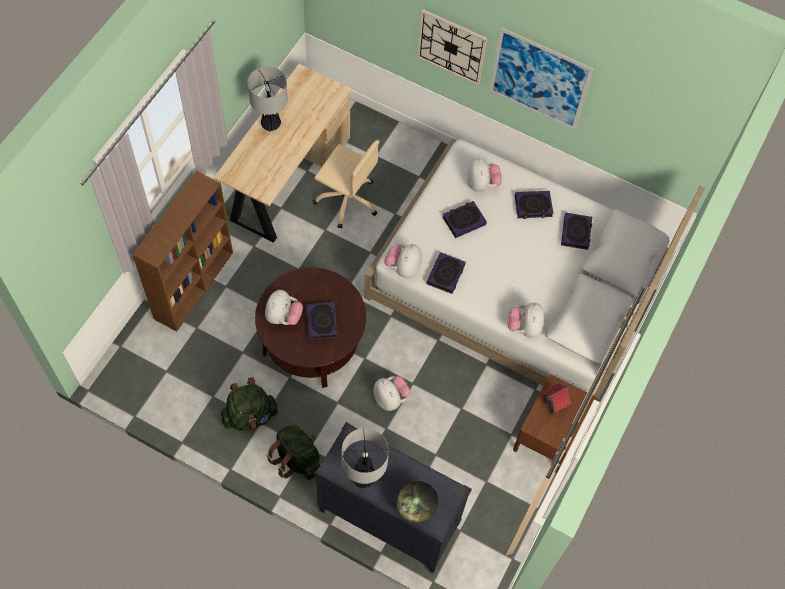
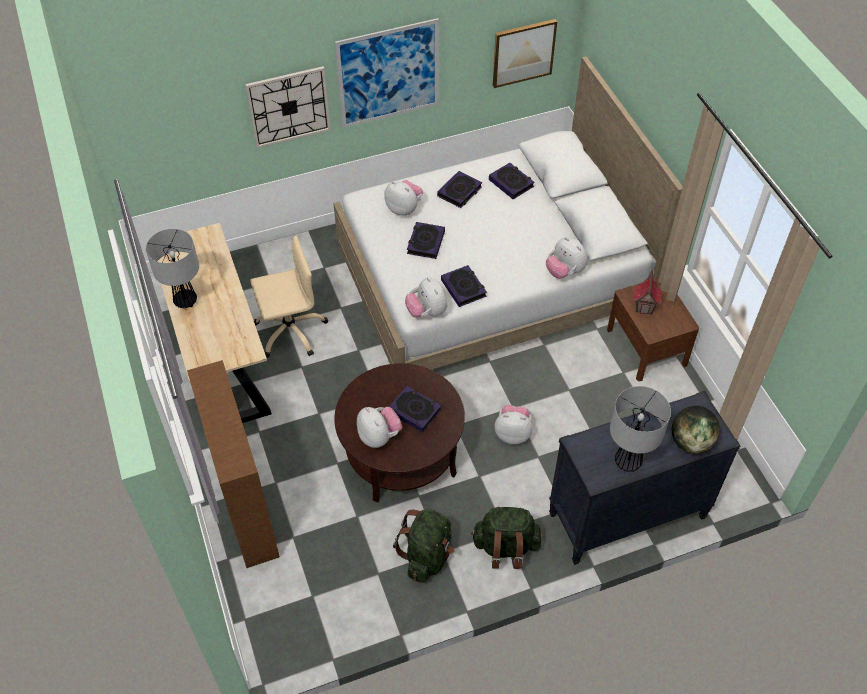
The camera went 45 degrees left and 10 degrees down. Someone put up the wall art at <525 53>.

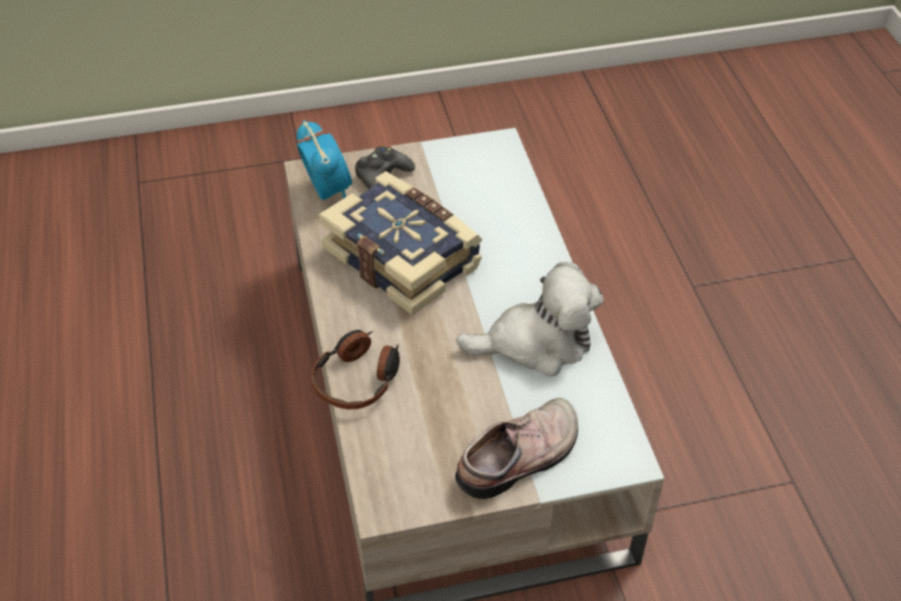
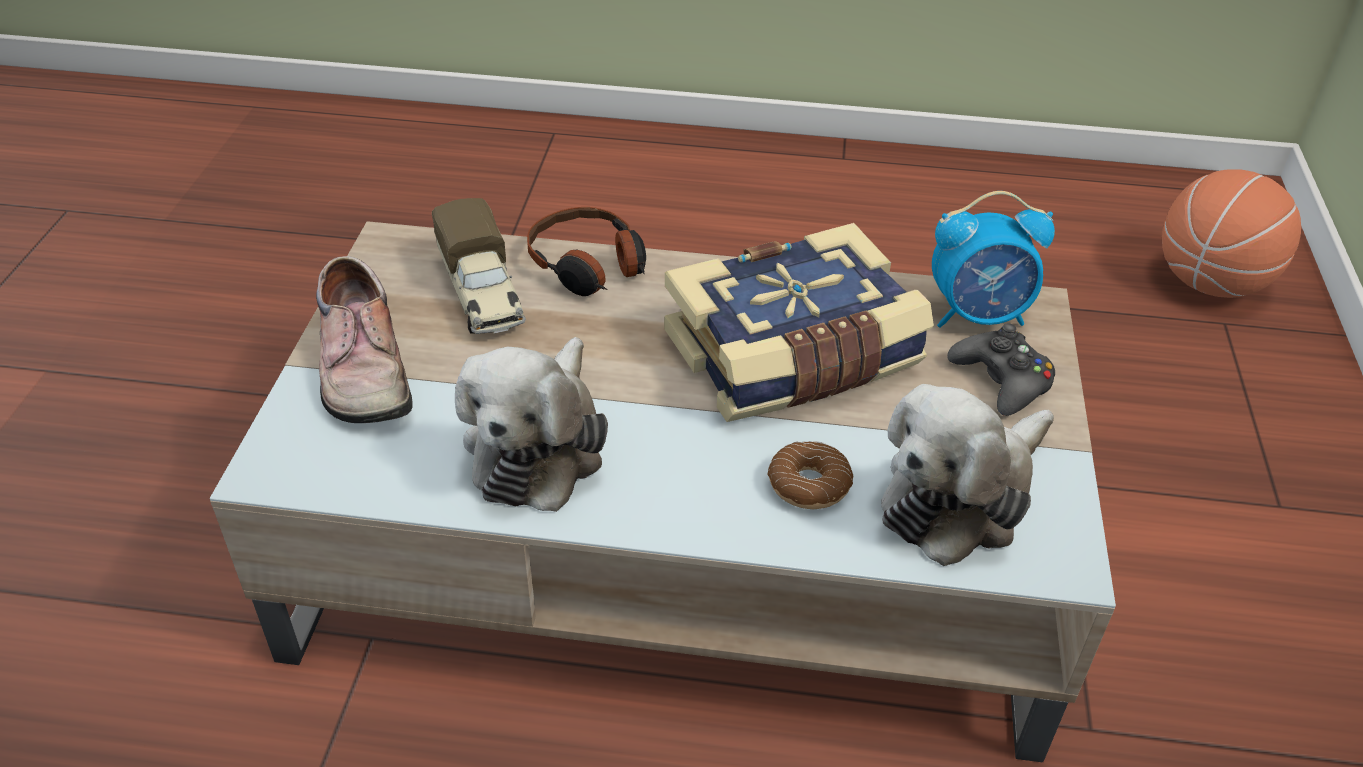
The camera went 110 degrees right and 5 degrees down. Someone put down the basketball at <1231 233>. Someone put down the toy truck at <479 266>. Someone put down the plush toy at <967 475>. Someone put down the doughnut at <810 475>.

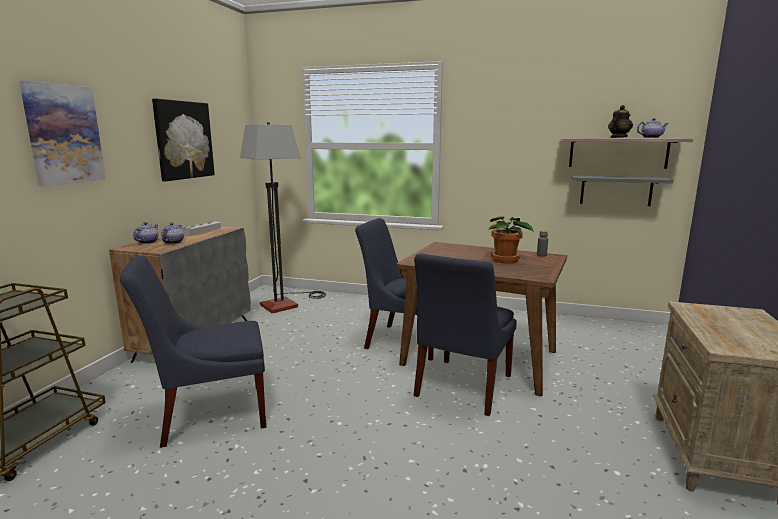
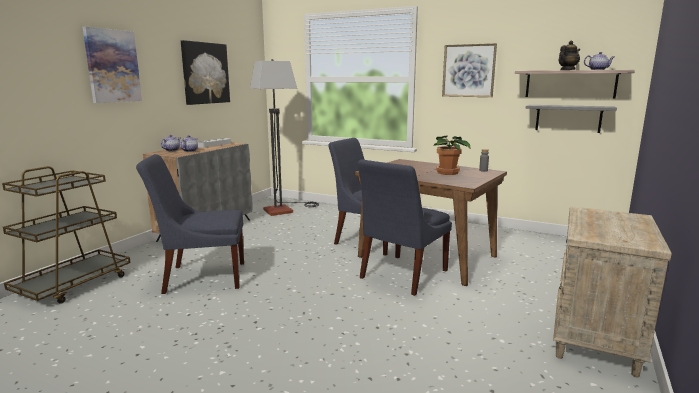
The camera went 10 degrees right and 0 degrees up. Someone put up the wall art at <469 70>.

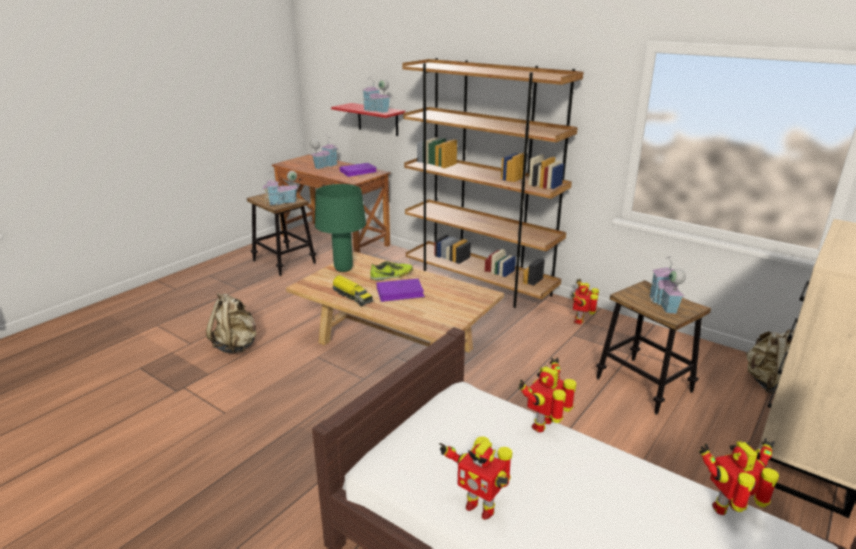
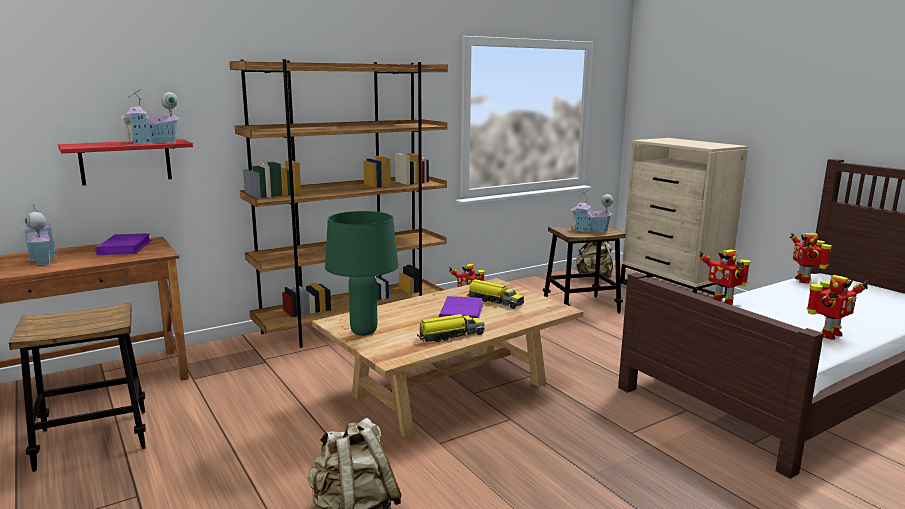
The camera went 70 degrees left and 10 degrees down. Someone took away the model house at <280 187>. Someone took away the shoe at <391 271>. Someone put down the toy truck at <495 294>.

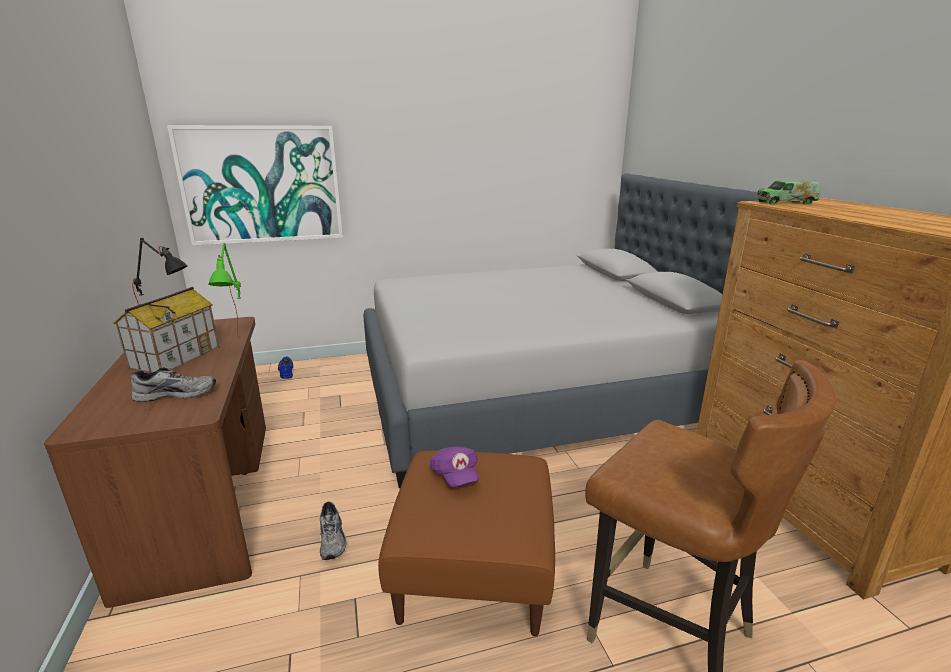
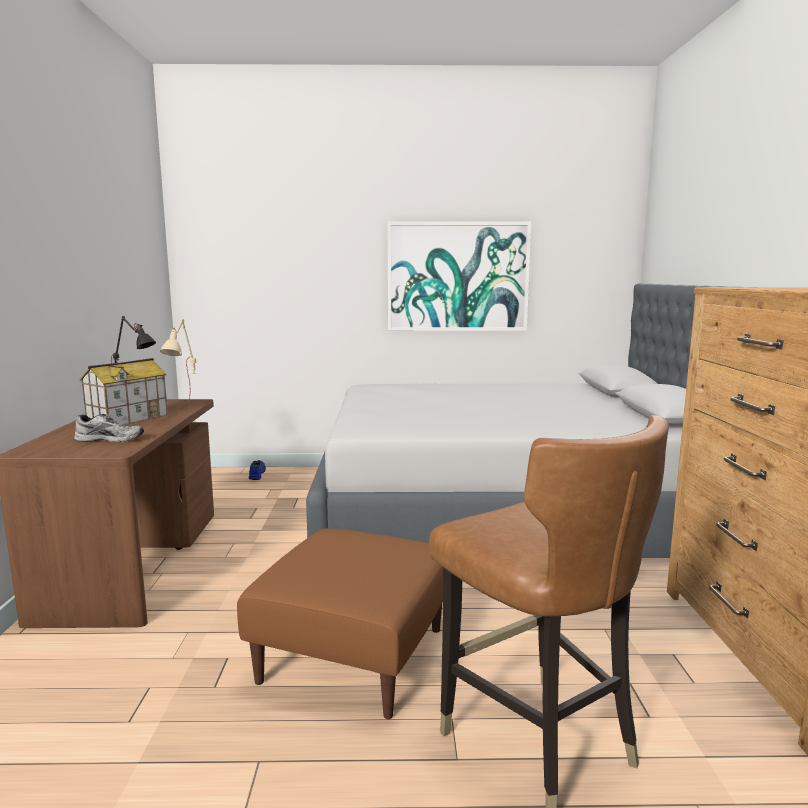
The camera went 15 degrees right and 10 degrees down. Someone carried the wall art from <255 185> to <459 276>. Someone took away the toy truck at <788 192>. Someone repainted the green lamp for a table at <224 290>, which became the beige lamp for a table at <178 364>. Someone took away the purplish peaked cap at <454 466>. Someone took away the greyish shoe at <333 530>.

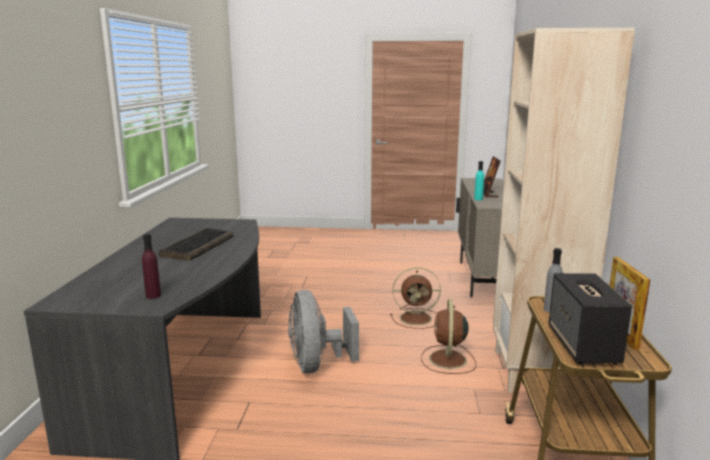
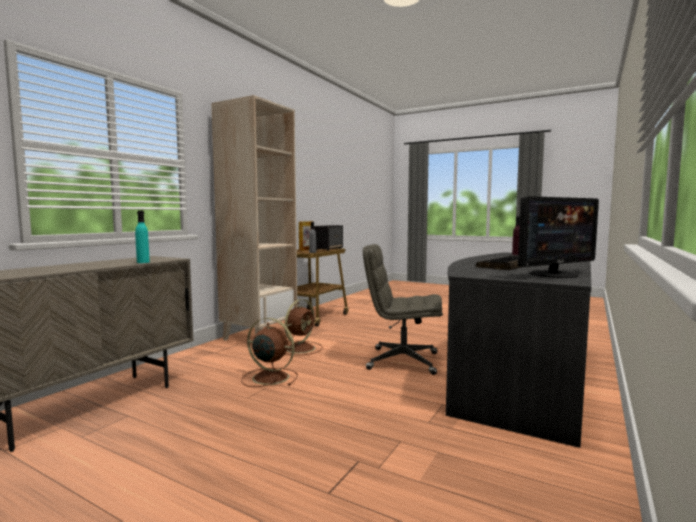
The camera went 155 degrees left and 10 degrees down. Someone took away the standing frame at <492 177>. Someone swapped the greyish fan at <323 331> for the greyish desk chair at <403 309>. Someone put down the computer screen at <558 237>.

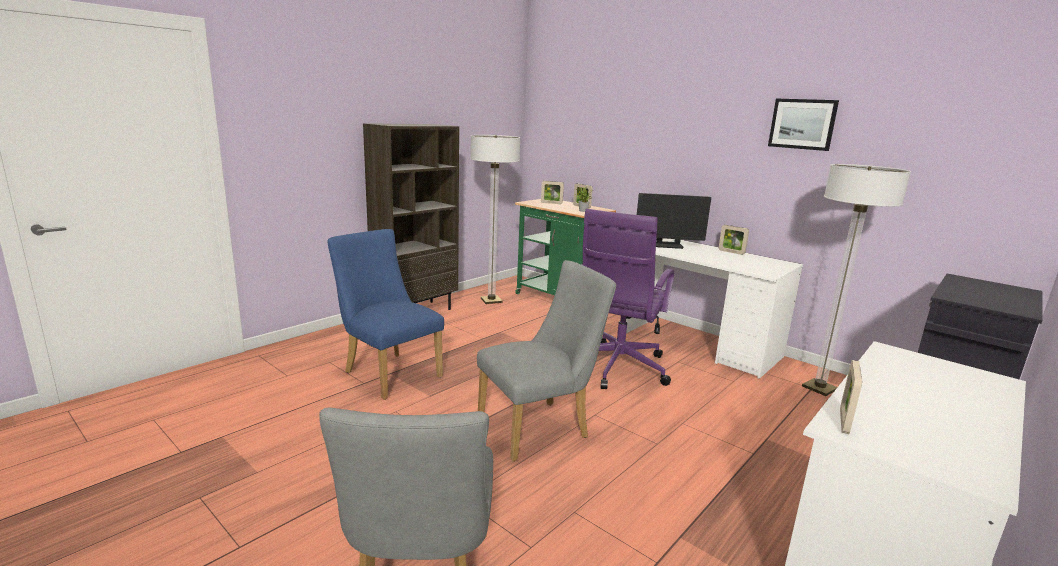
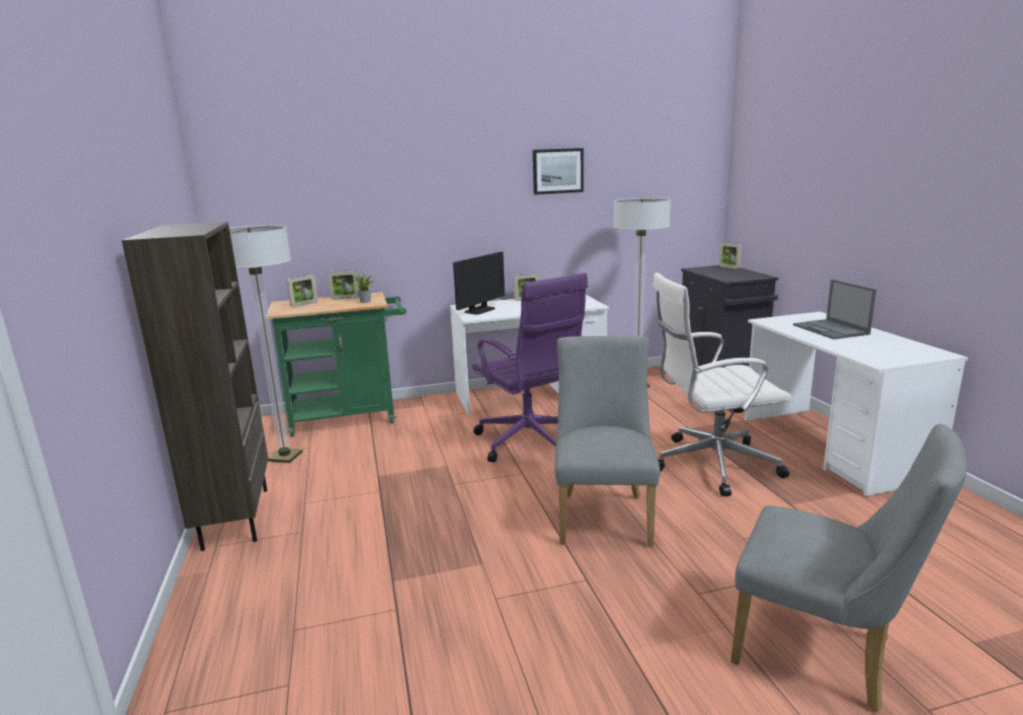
The camera went 55 degrees left and 0 degrees up. Someone took away the blue-coloured chair at <385 314>. Someone carried the standing frame from <851 397> to <730 255>. Someone put down the whitish desk chair at <721 384>. Someone put down the laptop at <834 309>.

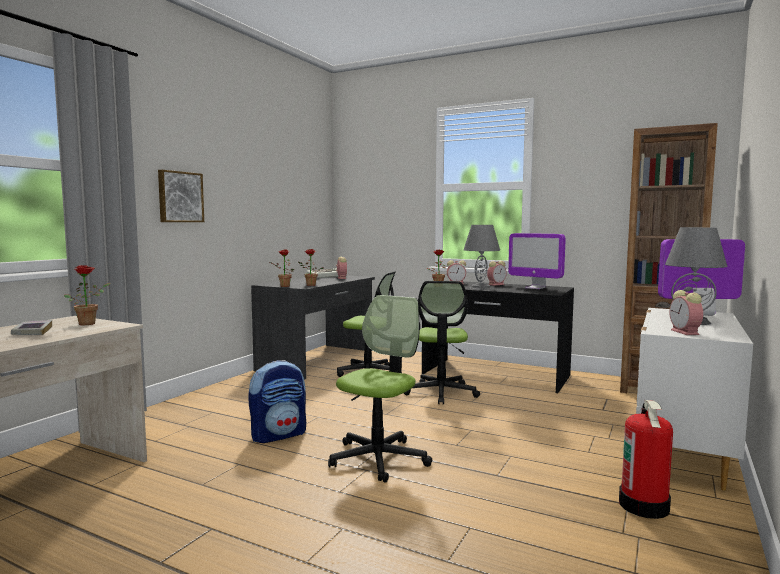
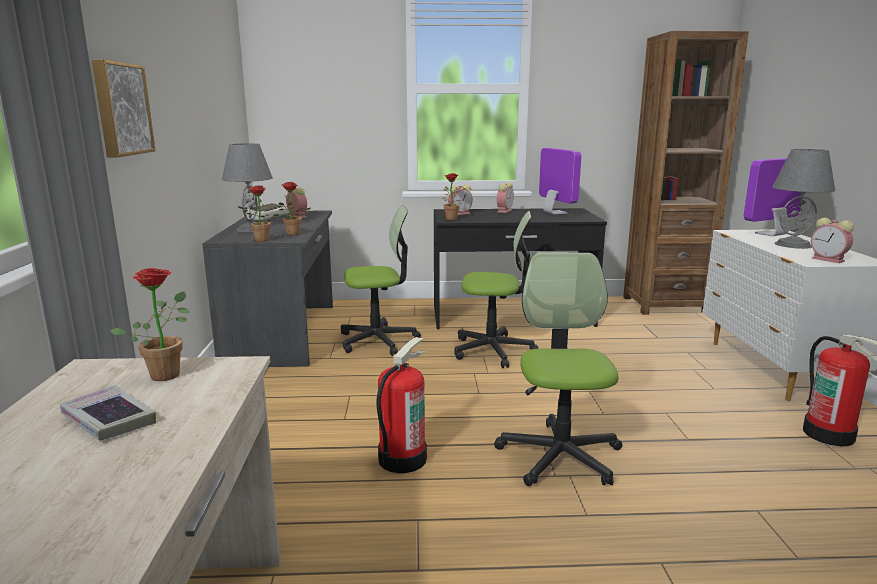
The camera went 30 degrees left and 10 degrees up. Someone carried the greyish lamp for a table from <481 257> to <247 187>. Someone rotated the computer screen at <536 261> by 120 degrees counterclockwise. Someone rotated the desk chair at <442 343> by 60 degrees counterclockwise. Someone swapped the backpack at <277 401> for the fire extinguisher at <401 405>.

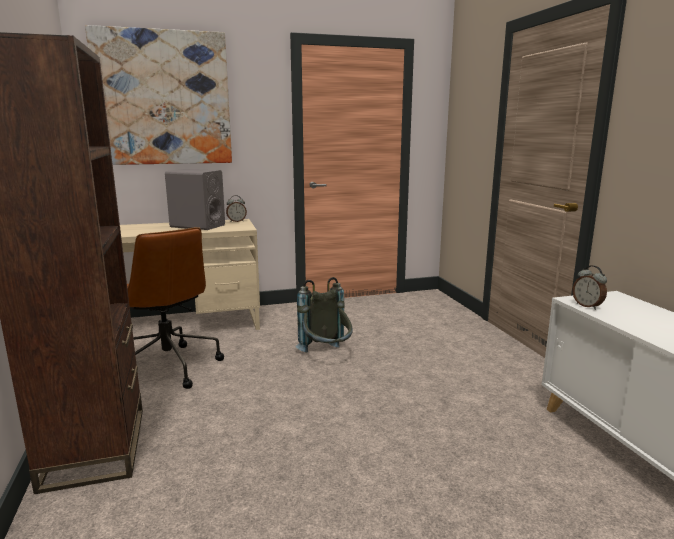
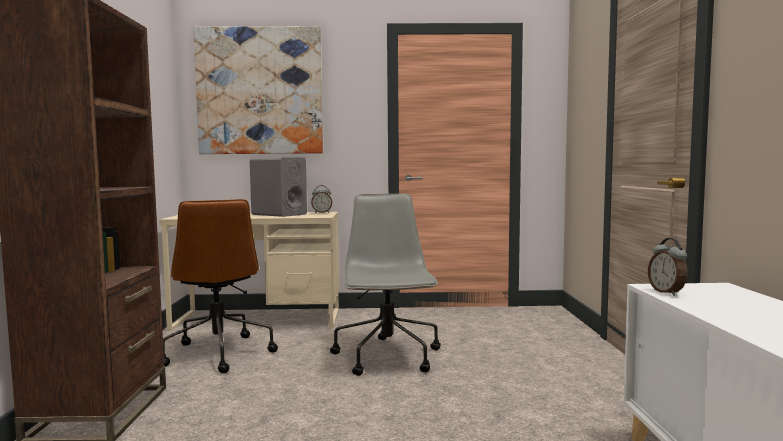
The camera went 15 degrees right and 10 degrees down. Someone swapped the greyish backpack at <324 314> for the greyish desk chair at <385 285>.

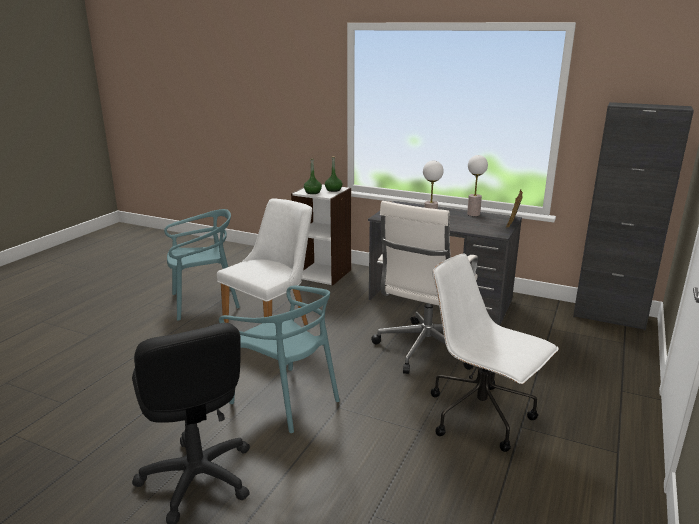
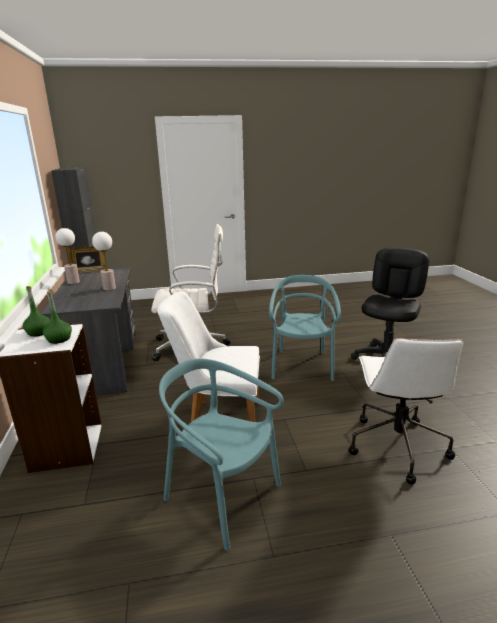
The camera went 125 degrees left and 0 degrees up. Someone carried the whitish desk chair from <495 353> to <406 411>.

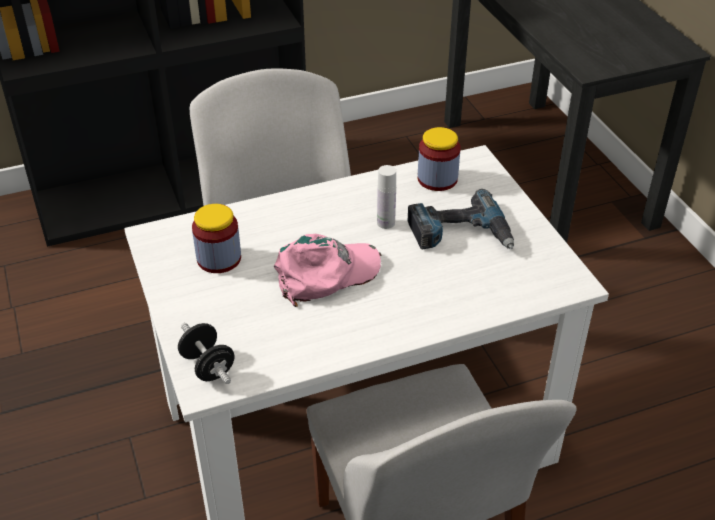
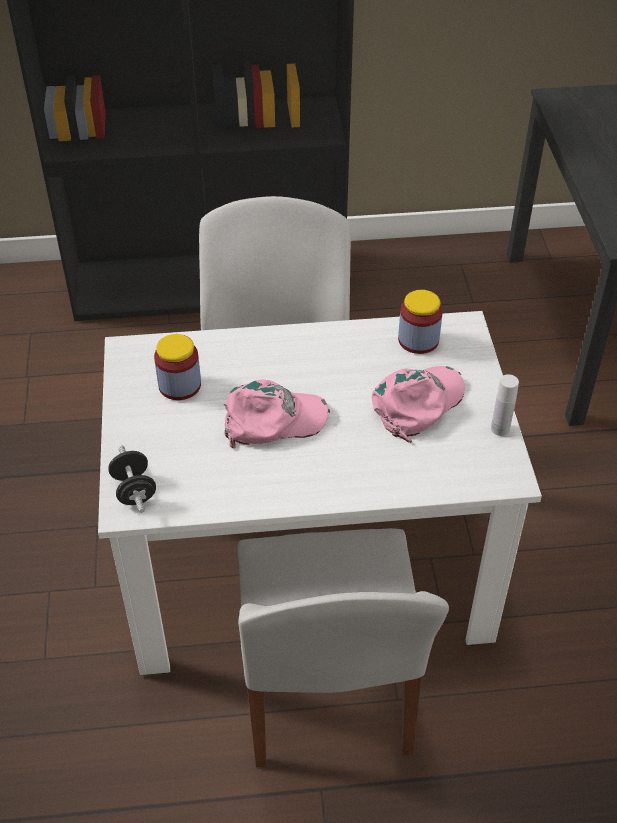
The camera went 15 degrees right and 5 degrees up. Someone carried the whitish beverage bottle from <386 197> to <505 405>. Someone swapped the power drill at <461 219> for the pink-coloured peaked cap at <418 404>.

